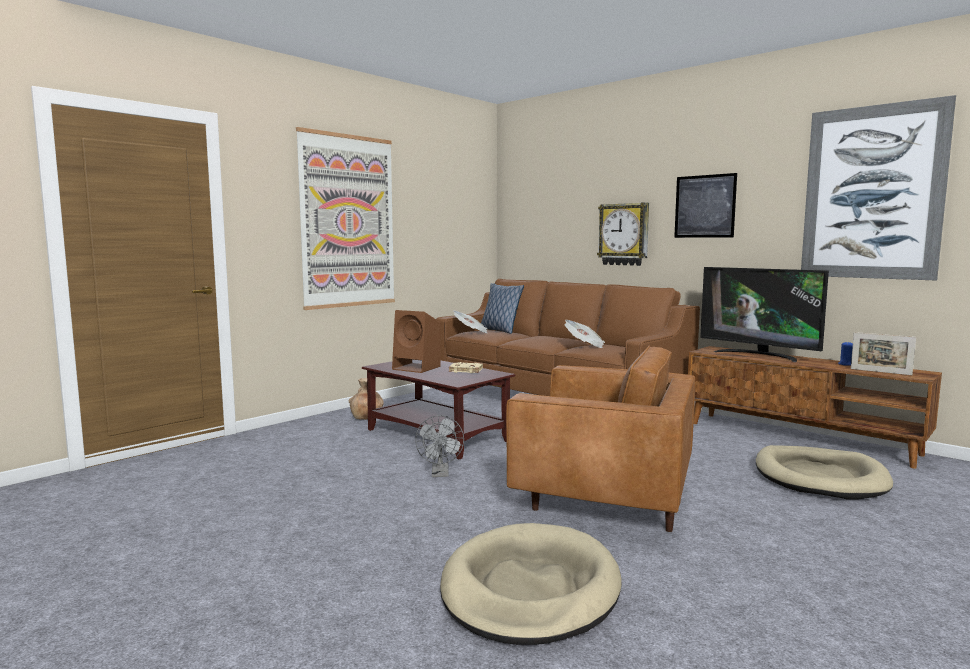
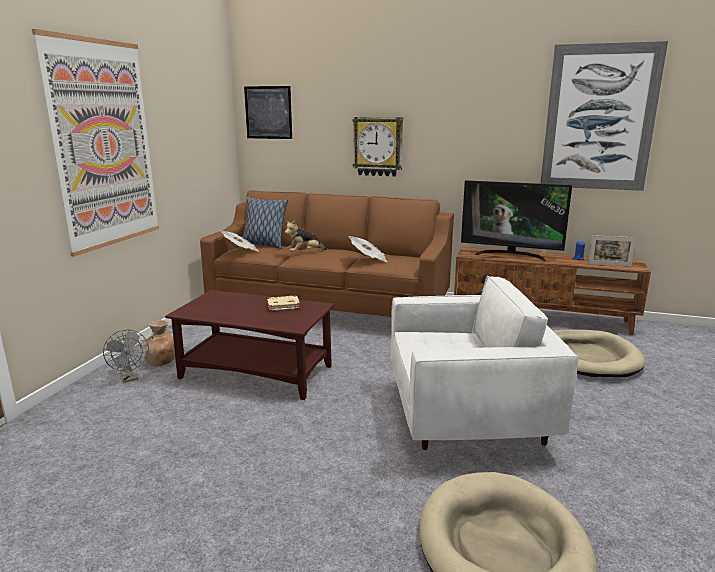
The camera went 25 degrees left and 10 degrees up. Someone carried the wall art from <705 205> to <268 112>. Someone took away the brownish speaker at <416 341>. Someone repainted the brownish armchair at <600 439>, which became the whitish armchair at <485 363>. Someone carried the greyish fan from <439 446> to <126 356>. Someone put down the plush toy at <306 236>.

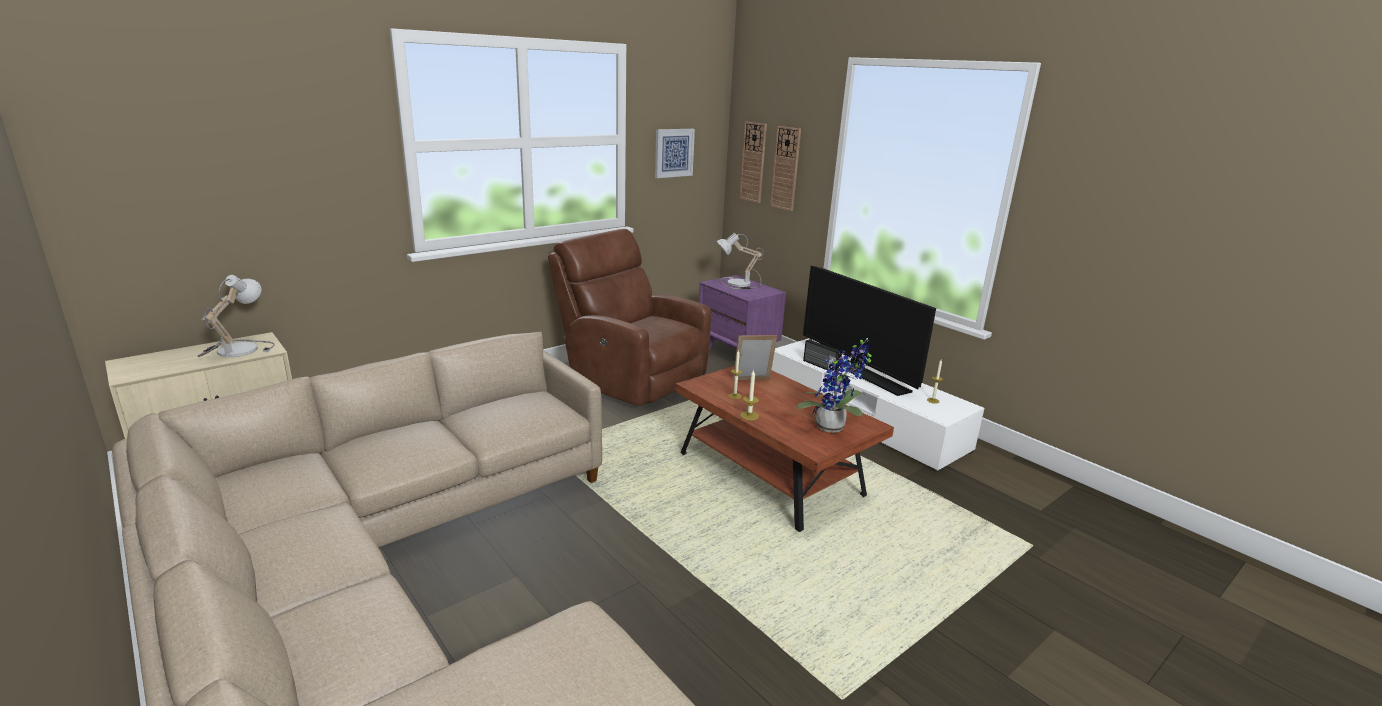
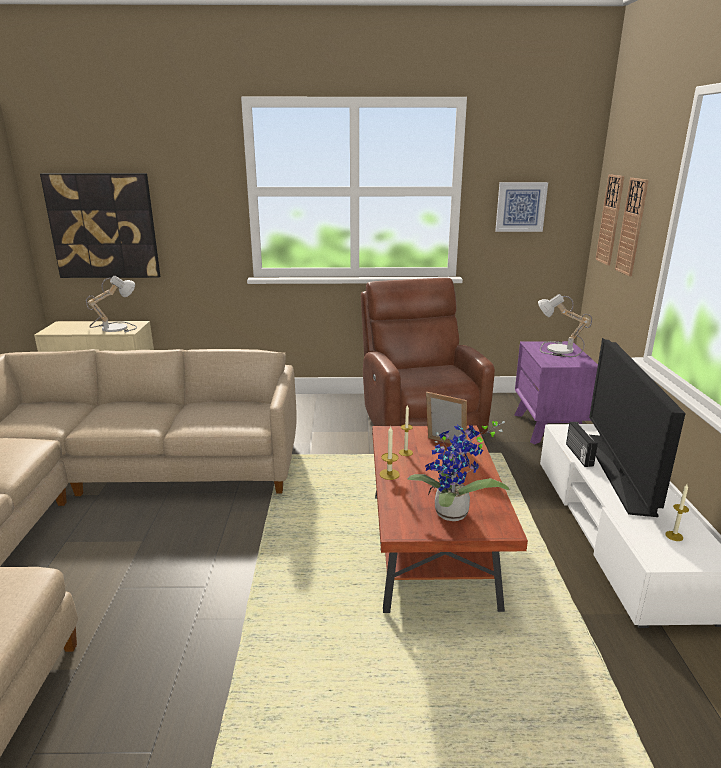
The camera went 40 degrees right and 0 degrees up. Someone put up the wall art at <100 225>.

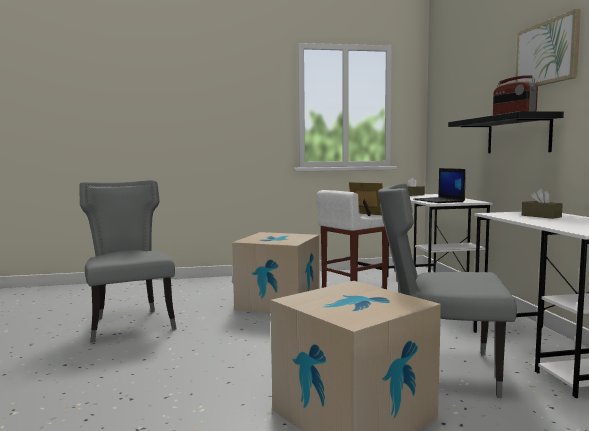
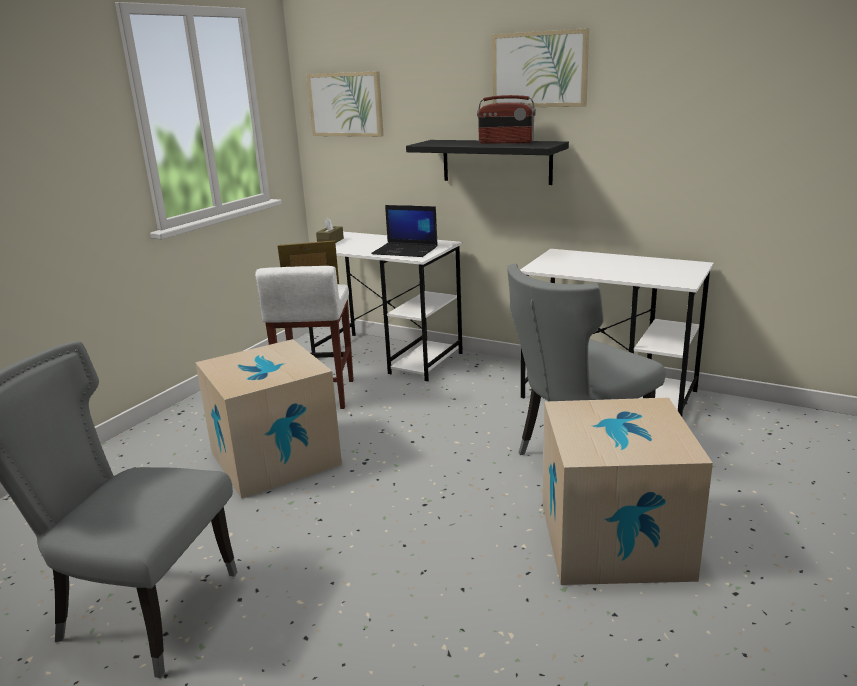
The camera went 50 degrees left and 15 degrees up. Someone took away the brownish box of tissues at <542 204>. Someone put up the wall art at <345 104>.

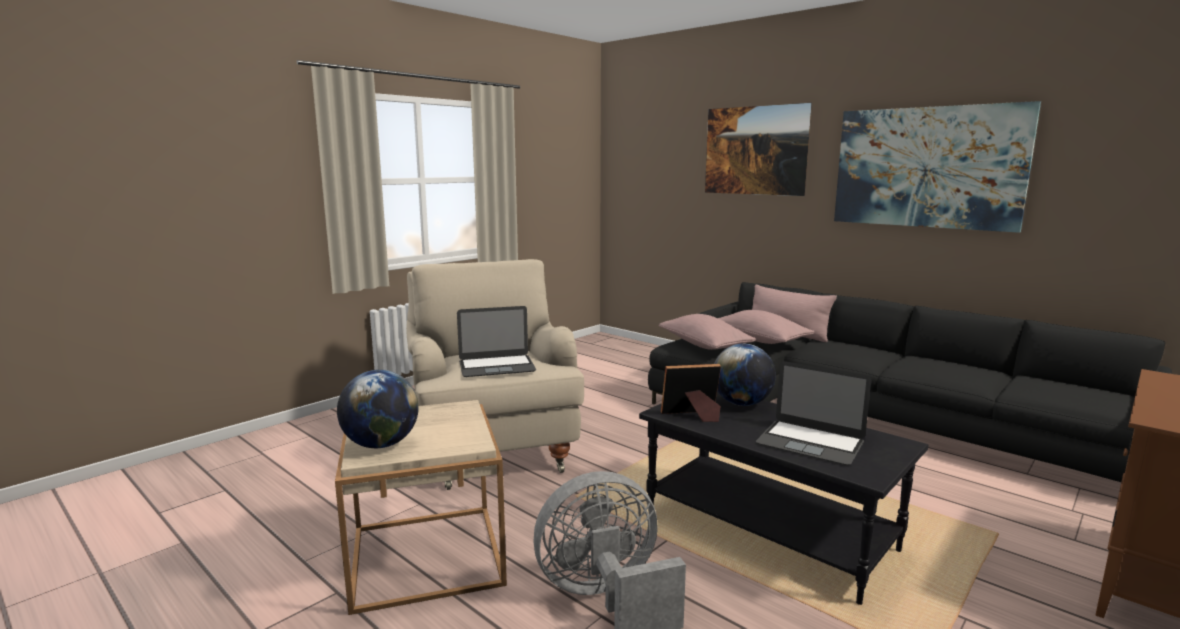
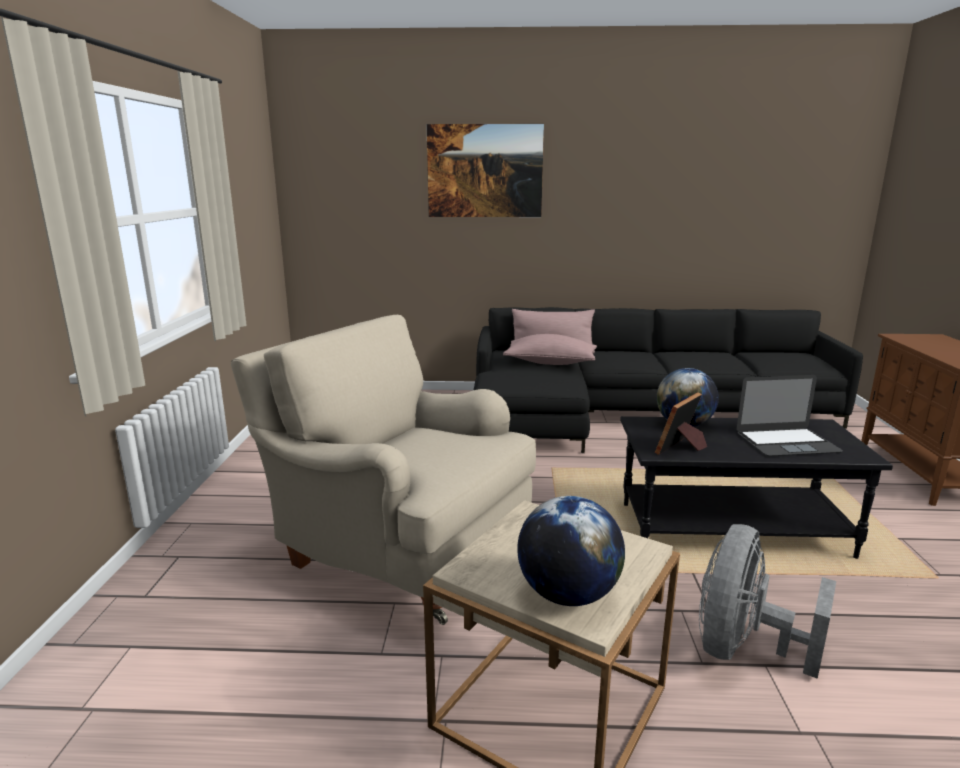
The camera went 40 degrees left and 5 degrees up. Someone took away the wall art at <937 167>. Someone took away the laptop at <496 341>. Someone took away the pink-coloured pillow at <707 332>.

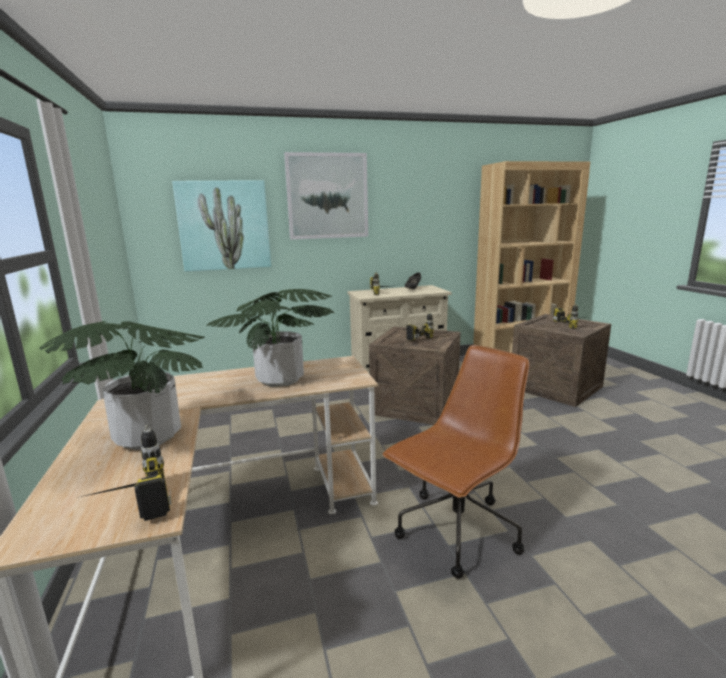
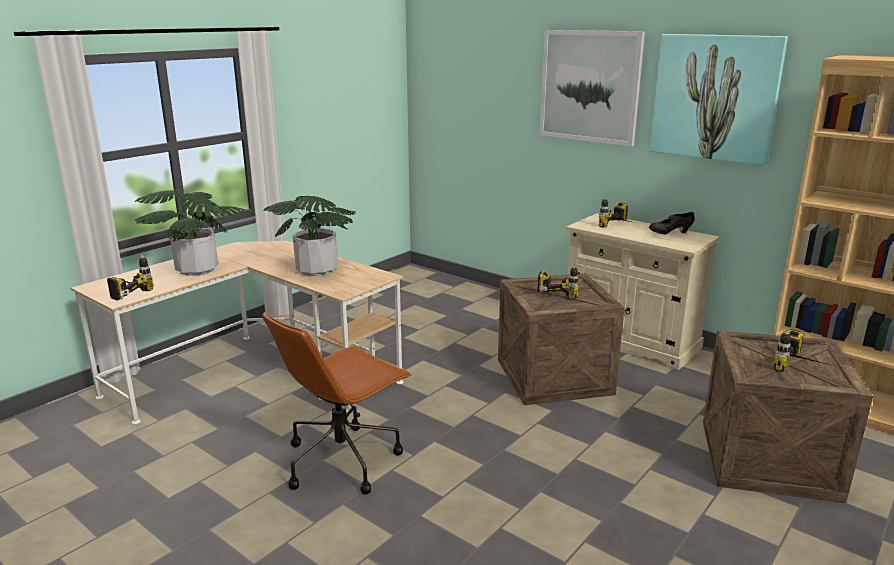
The camera went 55 degrees right and 5 degrees up. Someone carried the wall art from <221 226> to <719 100>. Someone rotated the brownish desk chair at <456 462> by 120 degrees clockwise.

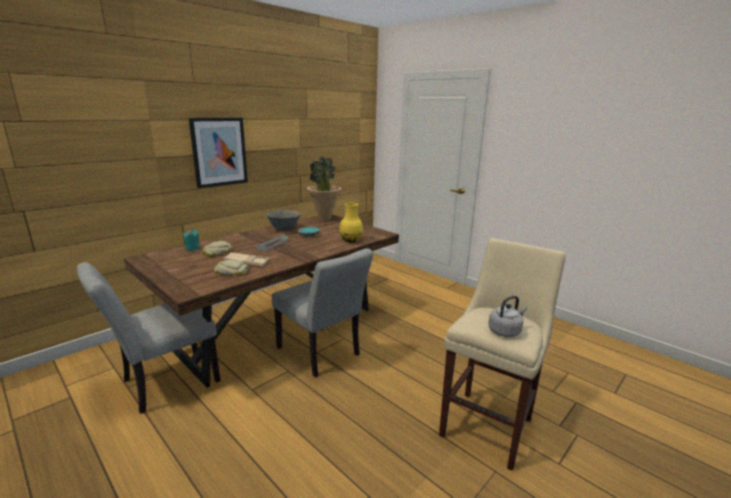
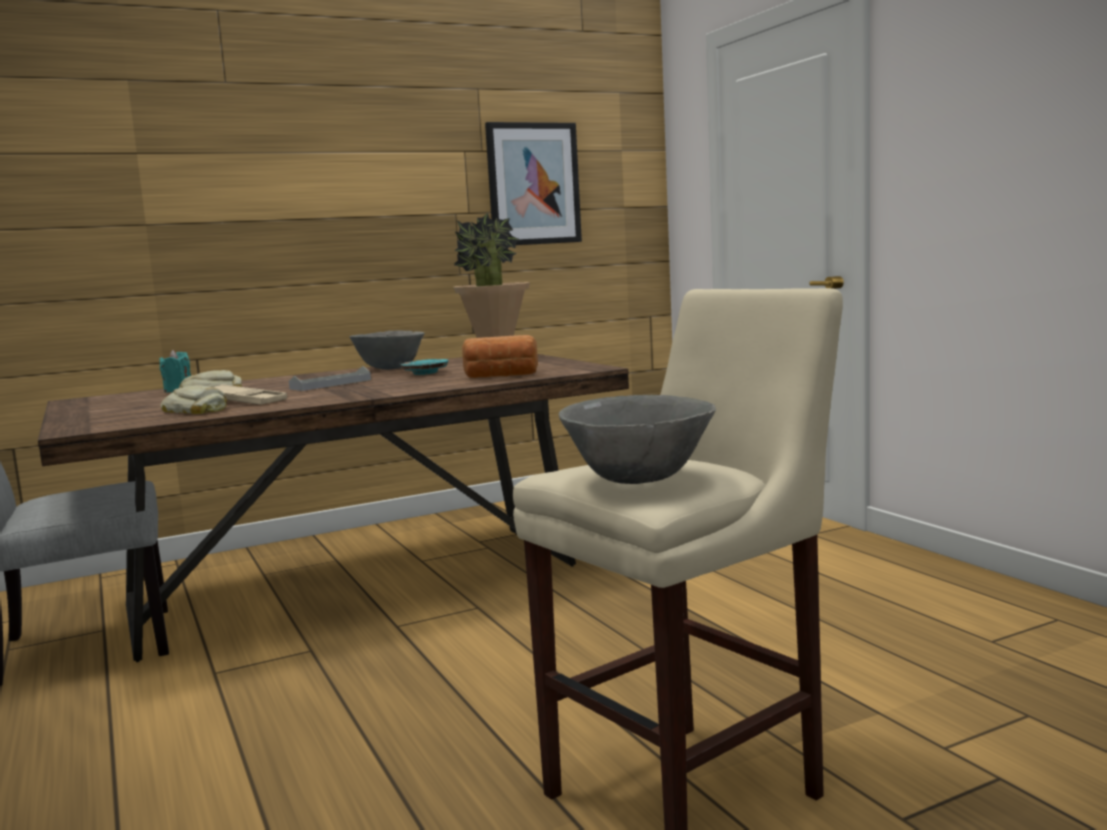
The camera went 20 degrees right and 10 degrees down. Someone carried the wall art from <218 153> to <533 183>. Someone swapped the yellow flower vase at <351 222> for the bakery bread at <500 356>. Someone took away the greyish chair at <322 312>. Someone swapped the greyish kettle at <507 316> for the greyish bowl at <637 439>.

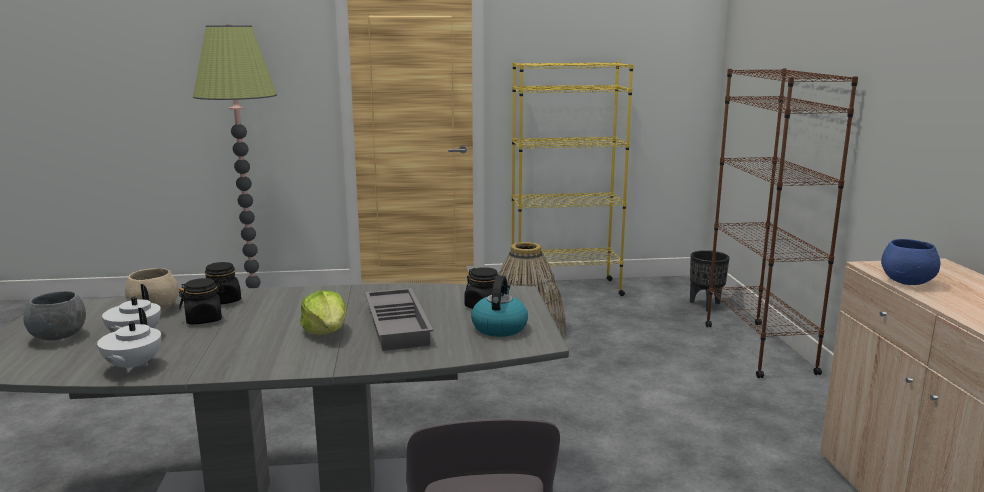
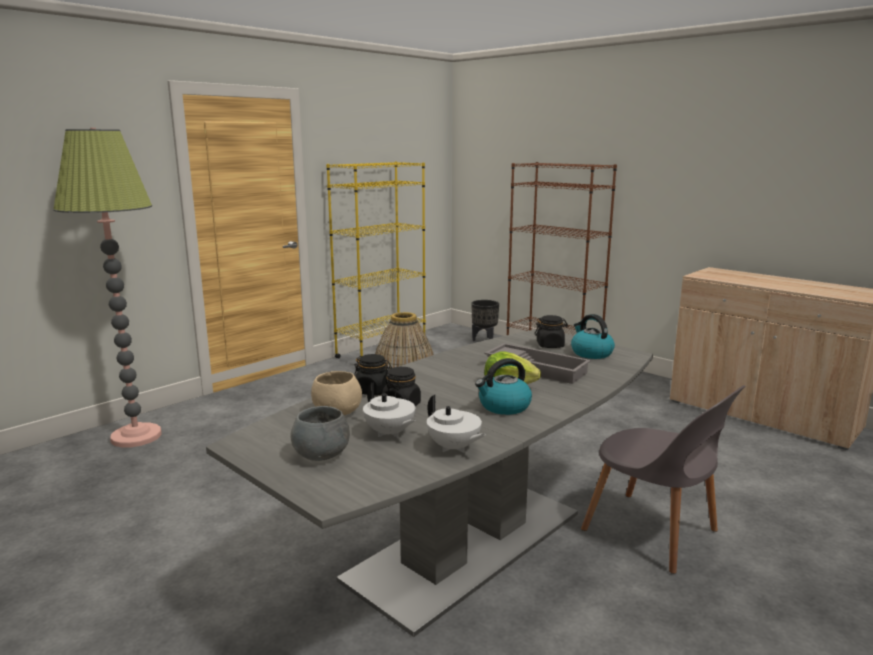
The camera went 40 degrees left and 0 degrees up. Someone took away the blue-coloured bowl at <911 262>. Someone put down the kettle at <503 386>.

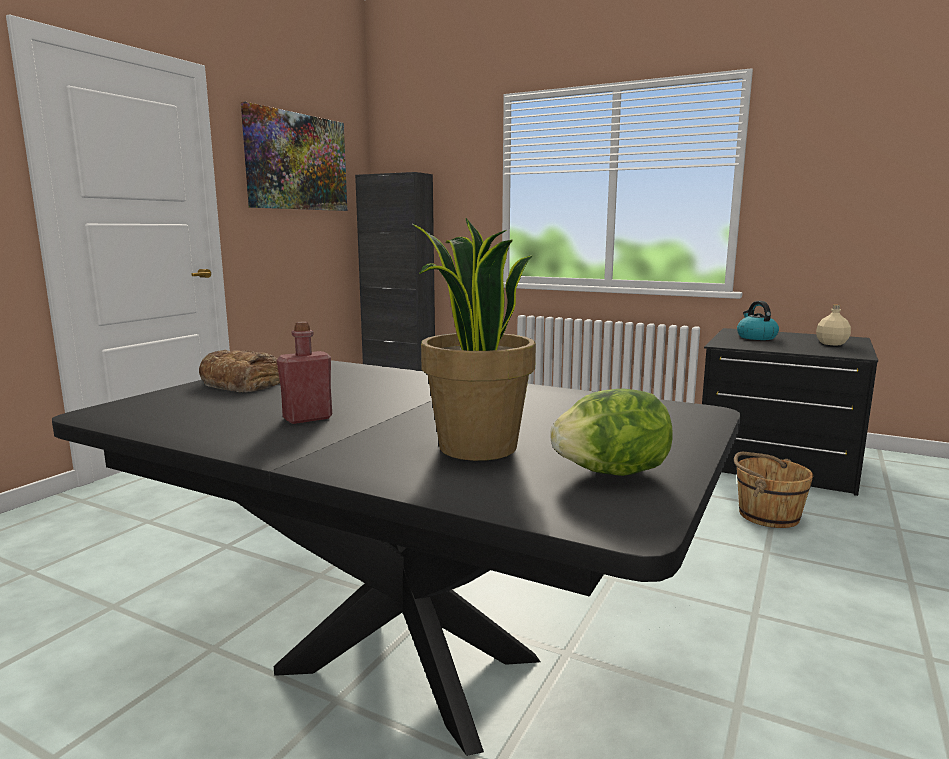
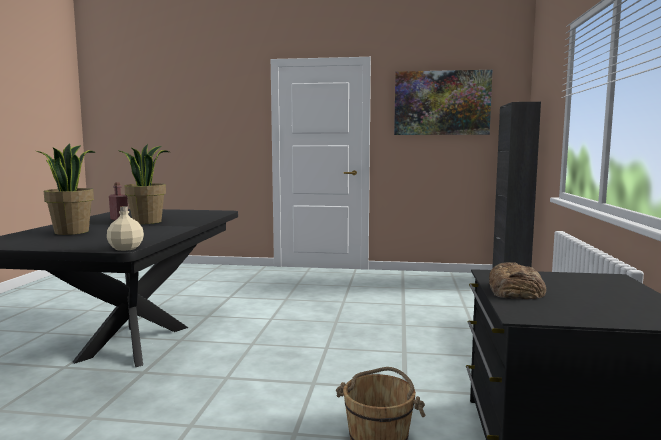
The camera went 70 degrees right and 5 degrees down. Someone took away the kettle at <758 320>. Someone carried the beige beverage bottle from <833 325> to <125 228>. Someone carried the bakery bread from <239 371> to <517 280>. Someone took away the lettuce at <611 432>. Someone put down the plant in a pot at <143 184>.

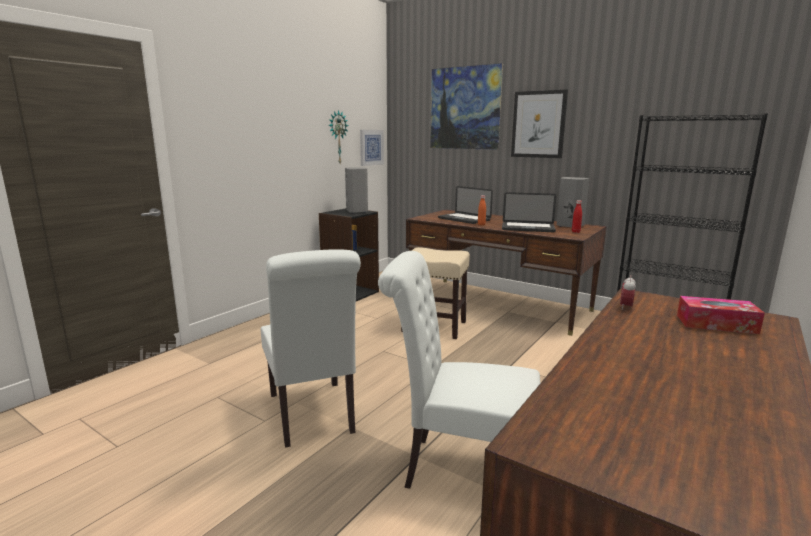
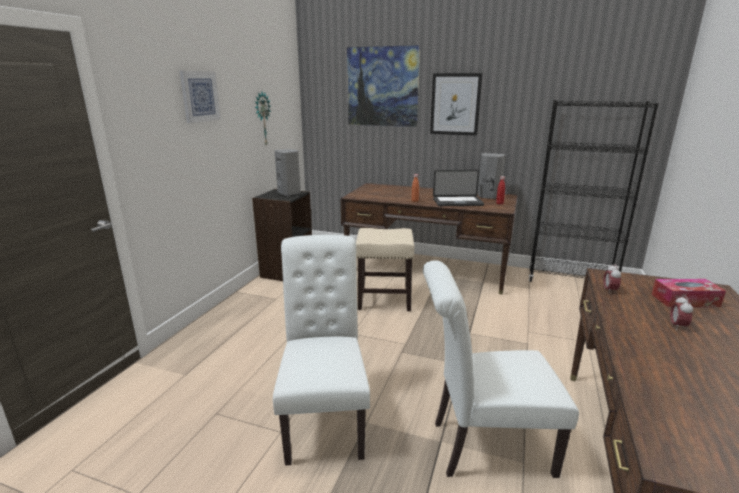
The camera went 15 degrees left and 5 degrees up. Someone carried the wall art from <372 148> to <200 97>. Someone took away the laptop at <465 205>. Someone rotated the whitish chair at <311 348> by 150 degrees counterclockwise. Someone put down the alarm clock at <681 312>.

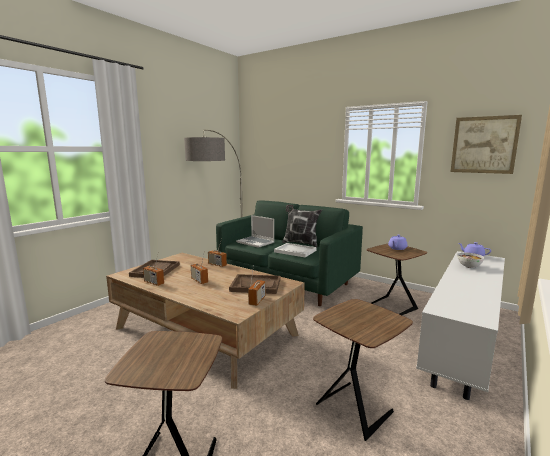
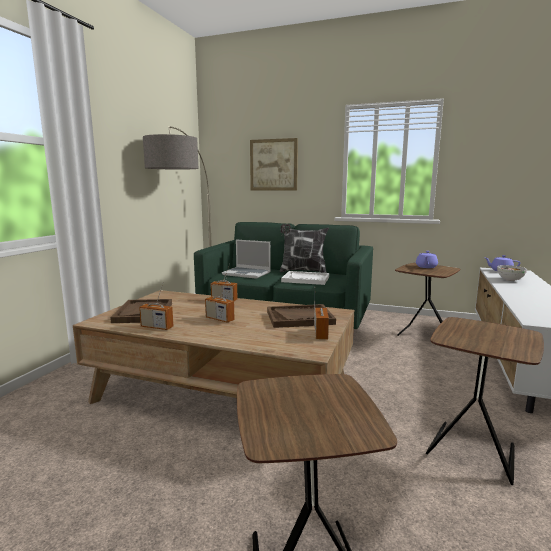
The camera went 15 degrees left and 0 degrees up. Someone carried the wall art from <486 144> to <274 164>.

